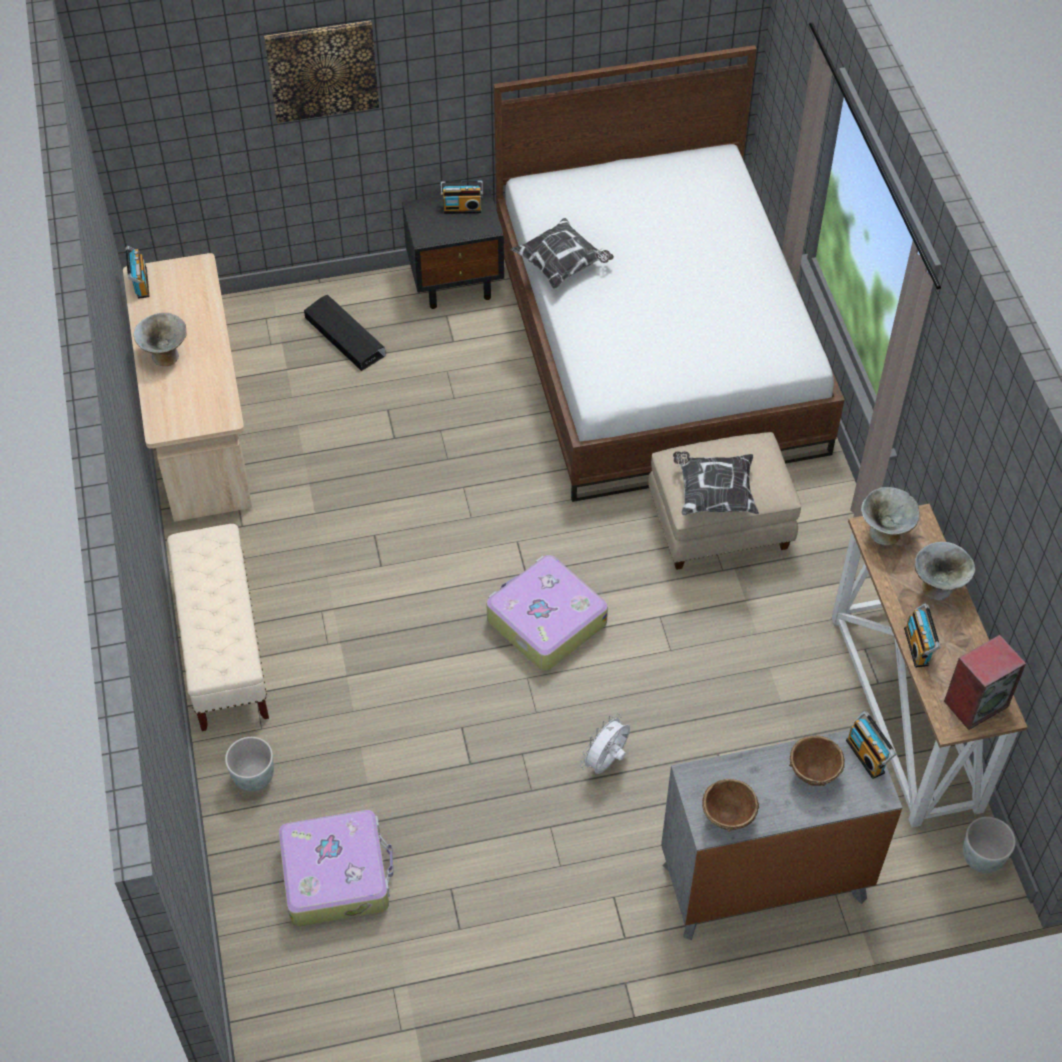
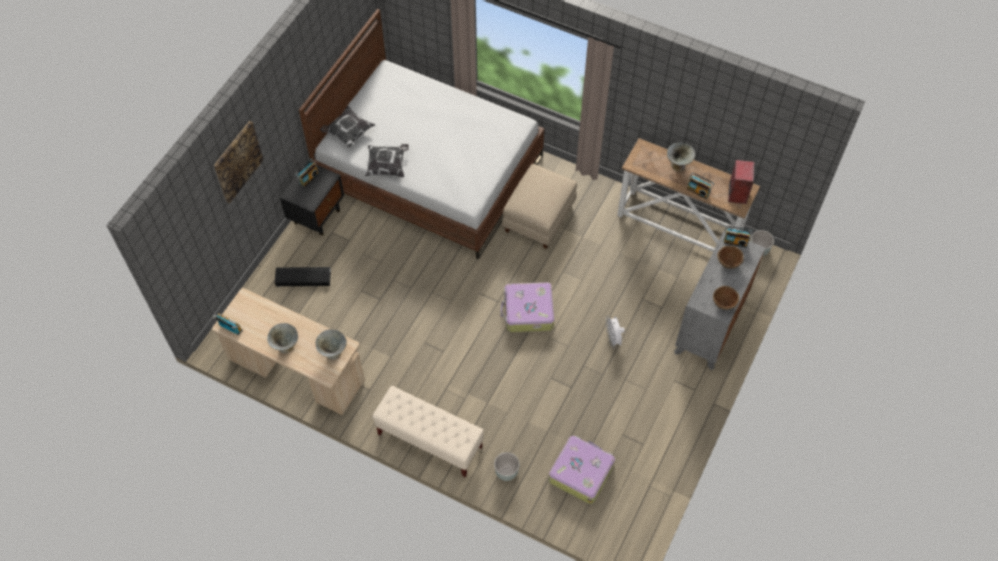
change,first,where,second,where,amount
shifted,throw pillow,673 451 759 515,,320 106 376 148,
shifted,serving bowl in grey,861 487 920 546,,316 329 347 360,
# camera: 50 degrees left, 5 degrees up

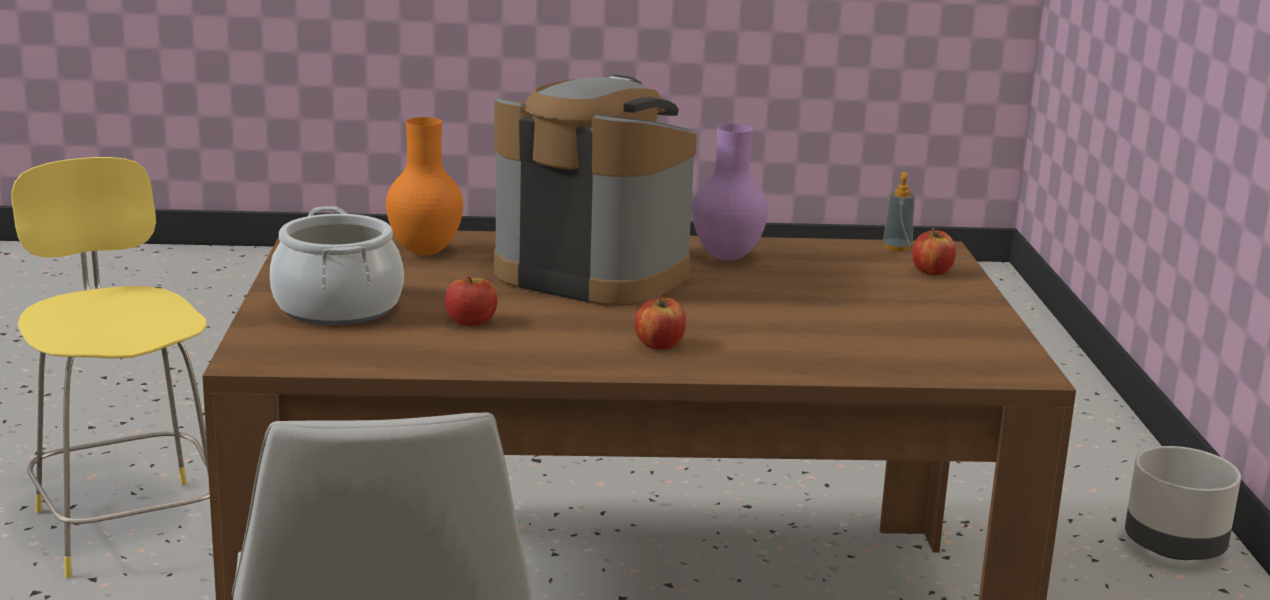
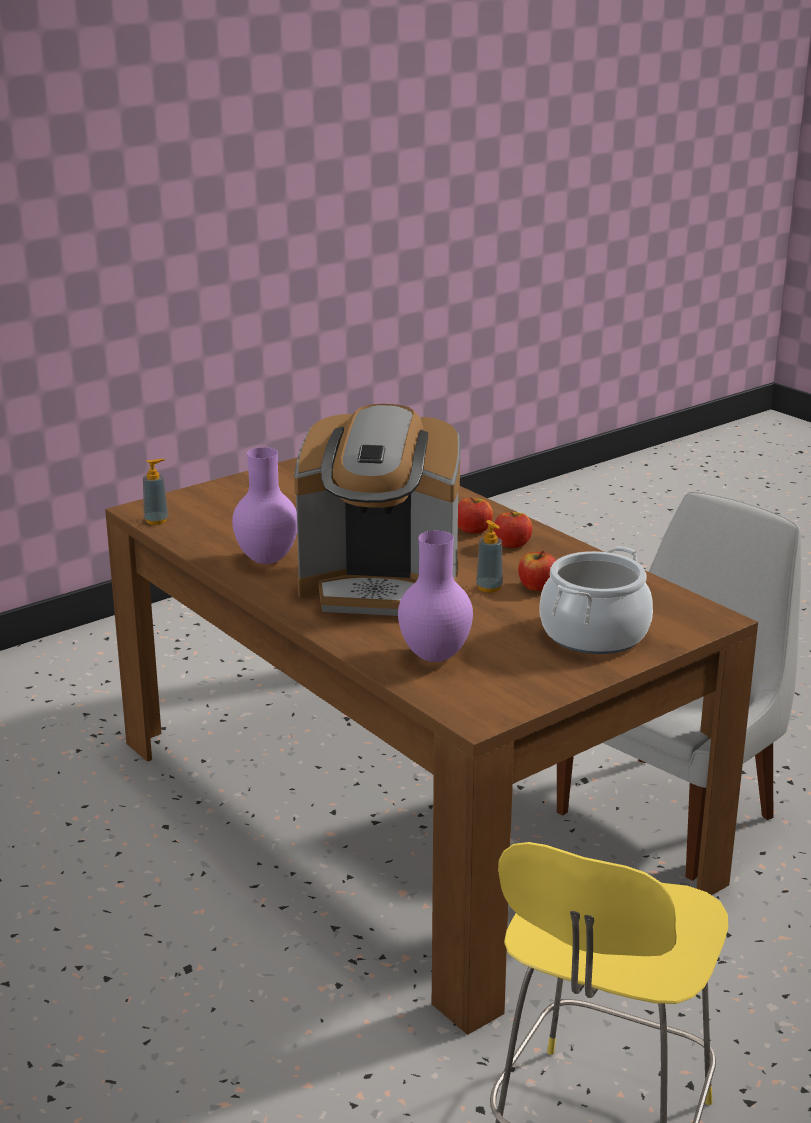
change,first,where,second,where,amount
gone,planter in grey,1125 446 1241 560,,,
new,,,liquid soap bottle,476 520 503 592,
shifted,apple,912 228 956 275,,493 512 532 548,
repainted,decorative vase in orange-coloured,386 117 463 256,decorative vase in purplish,398 530 473 662,
rotated,coffee machine,494 75 697 306,,294 404 461 616,75 degrees counterclockwise
# camera: 125 degrees left, 5 degrees up

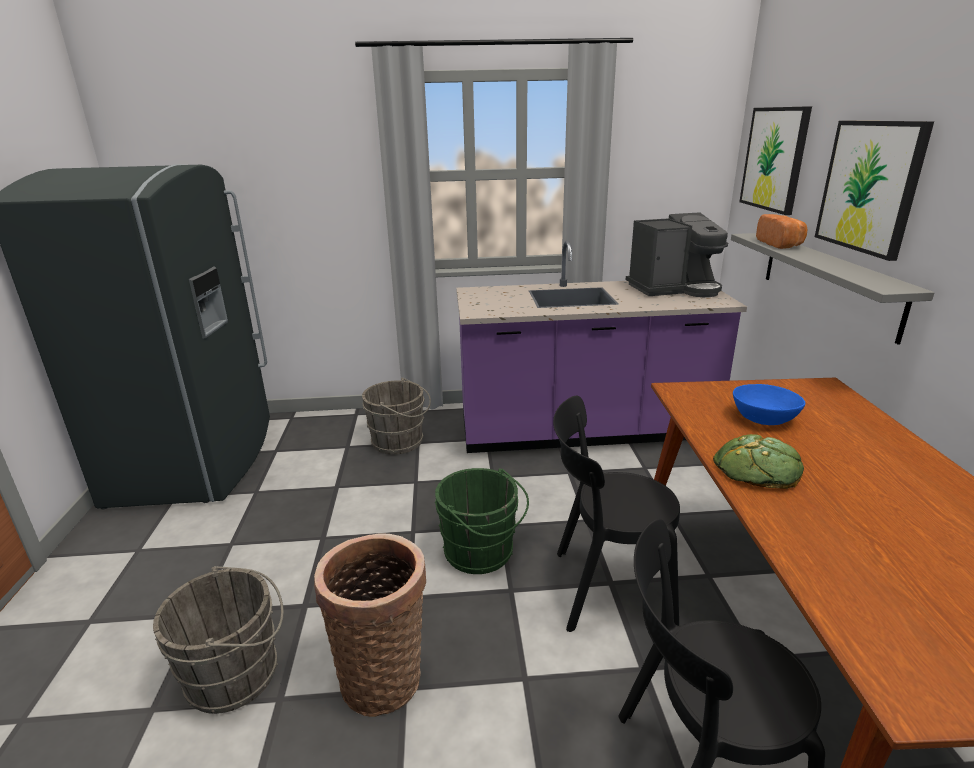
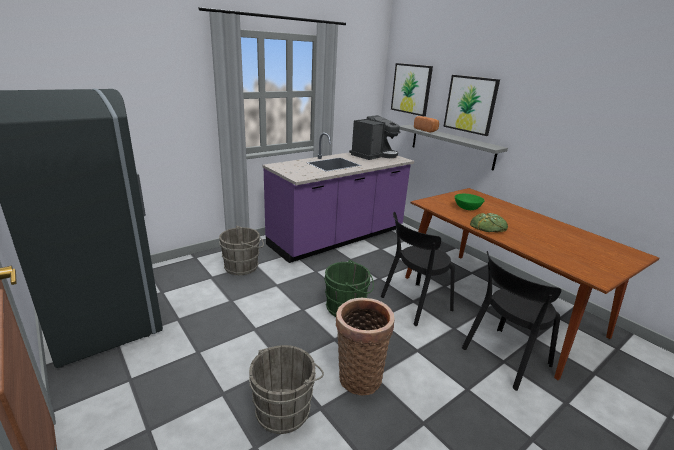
change,first,where,second,where,amount
repainted,serving bowl in blue-coloured,733 384 805 425,serving bowl in green-coloured,455 194 485 210,
# camera: 35 degrees left, 0 degrees up

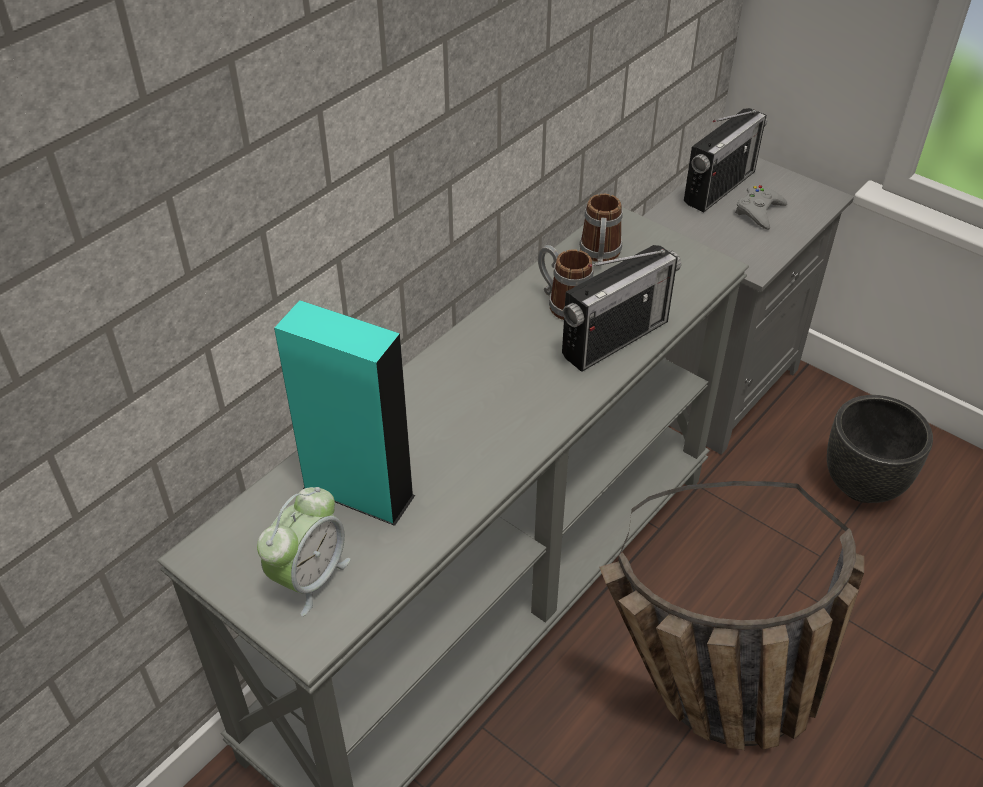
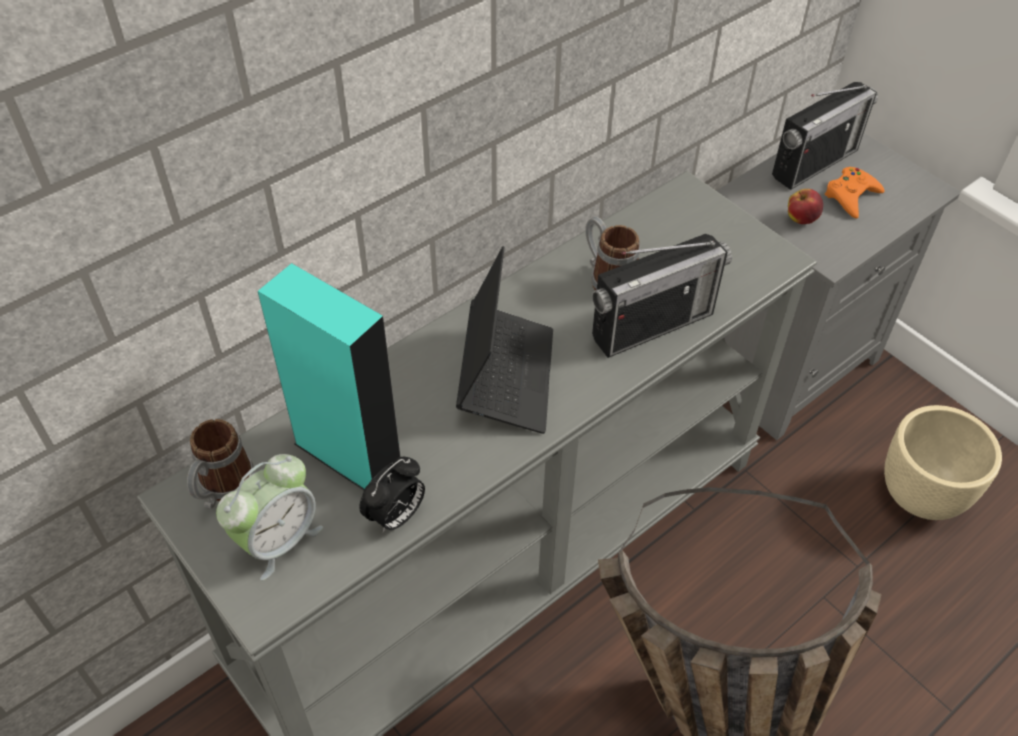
change,first,where,second,where,amount
new,,,table clock,359 457 425 533,
new,,,notebook computer,456 246 553 434,
new,,,apple,788 189 823 224,
shifted,coffee mug,579 194 623 263,,187 419 255 509,
repainted,game controller in grey,735 185 787 230,game controller in orange-coloured,825 167 885 219,
repainted,planter in blackish,827 395 933 503,planter in beige,884 405 1002 520,
# camera: 10 degrees right, 5 degrees up

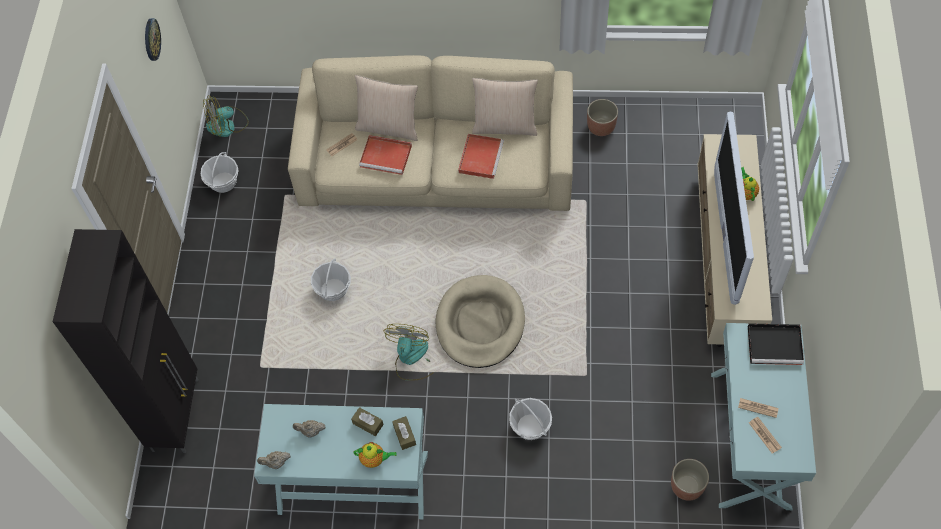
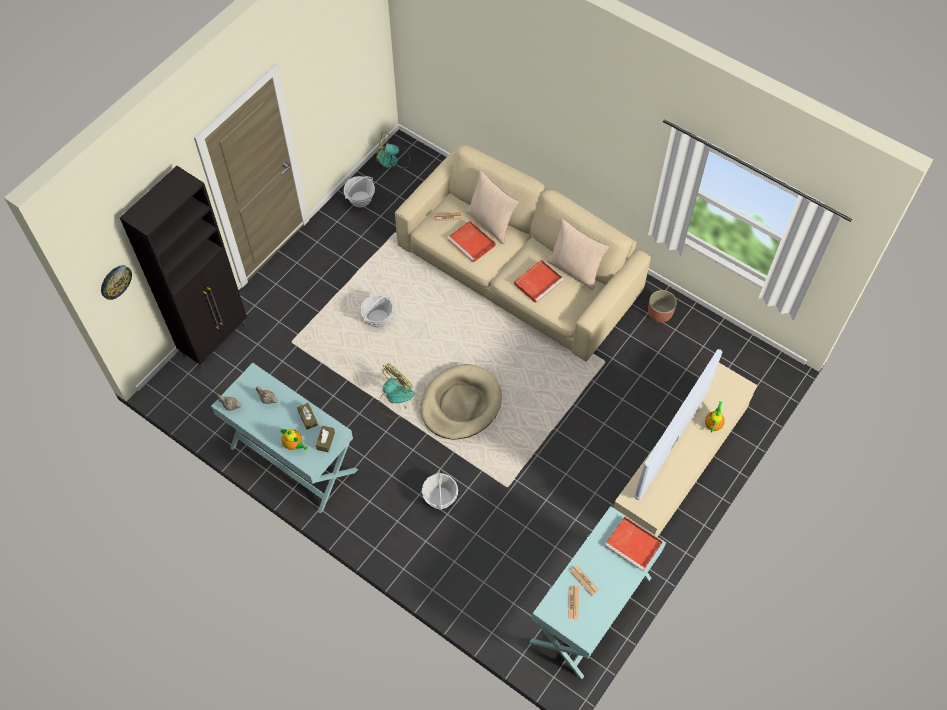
change,first,where,second,where,amount
gone,planter,671 459 709 501,,,
shifted,hanging clock,145 18 161 61,,101 265 132 300,
repainted,tray in blackish,748 323 804 365,tray in red-coloured,605 517 663 571,
# camera: 30 degrees right, 0 degrees up

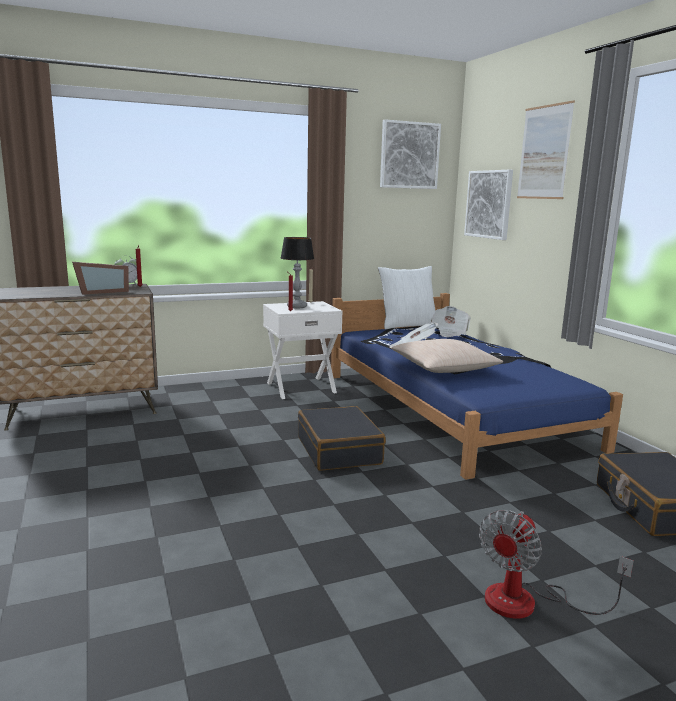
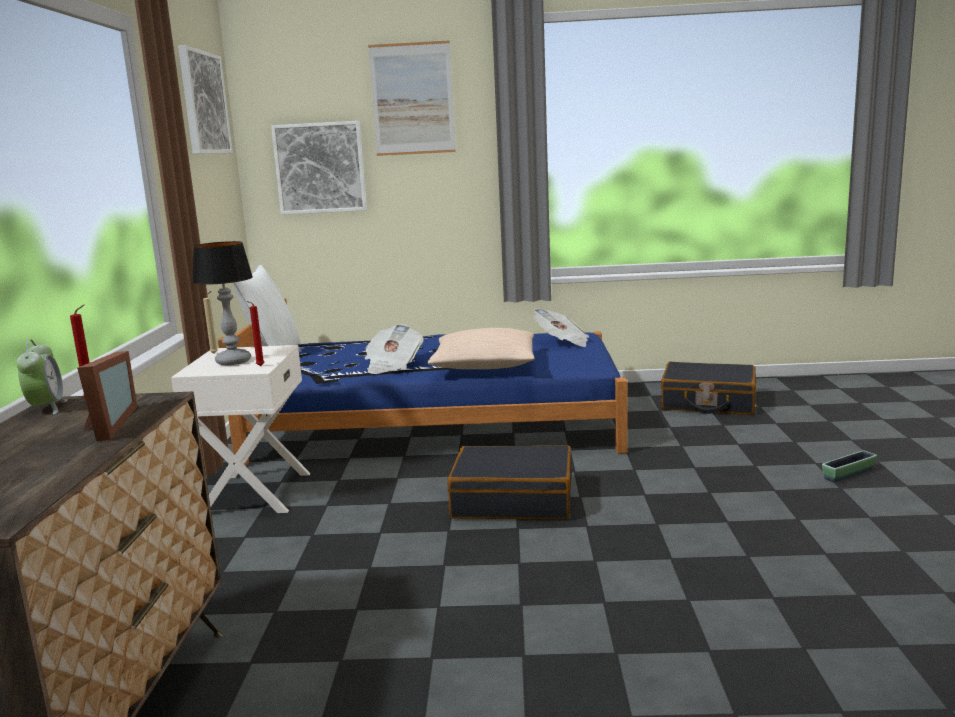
change,first,where,second,where,amount
shifted,newspaper,431 306 471 337,,534 308 589 347,
swapped,cooling fan,479 510 634 619,planter,822 451 877 482,
# camera: 65 degrees left, 0 degrees up

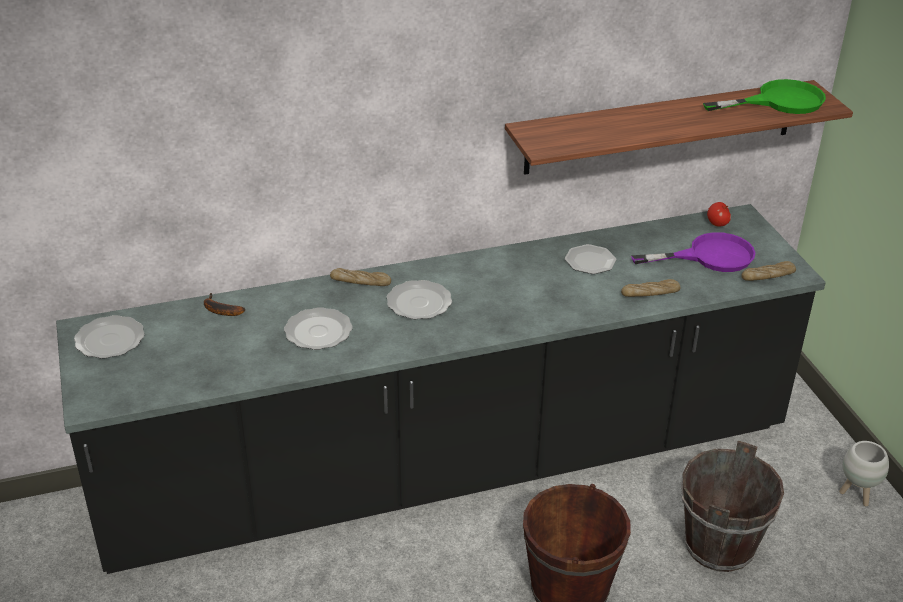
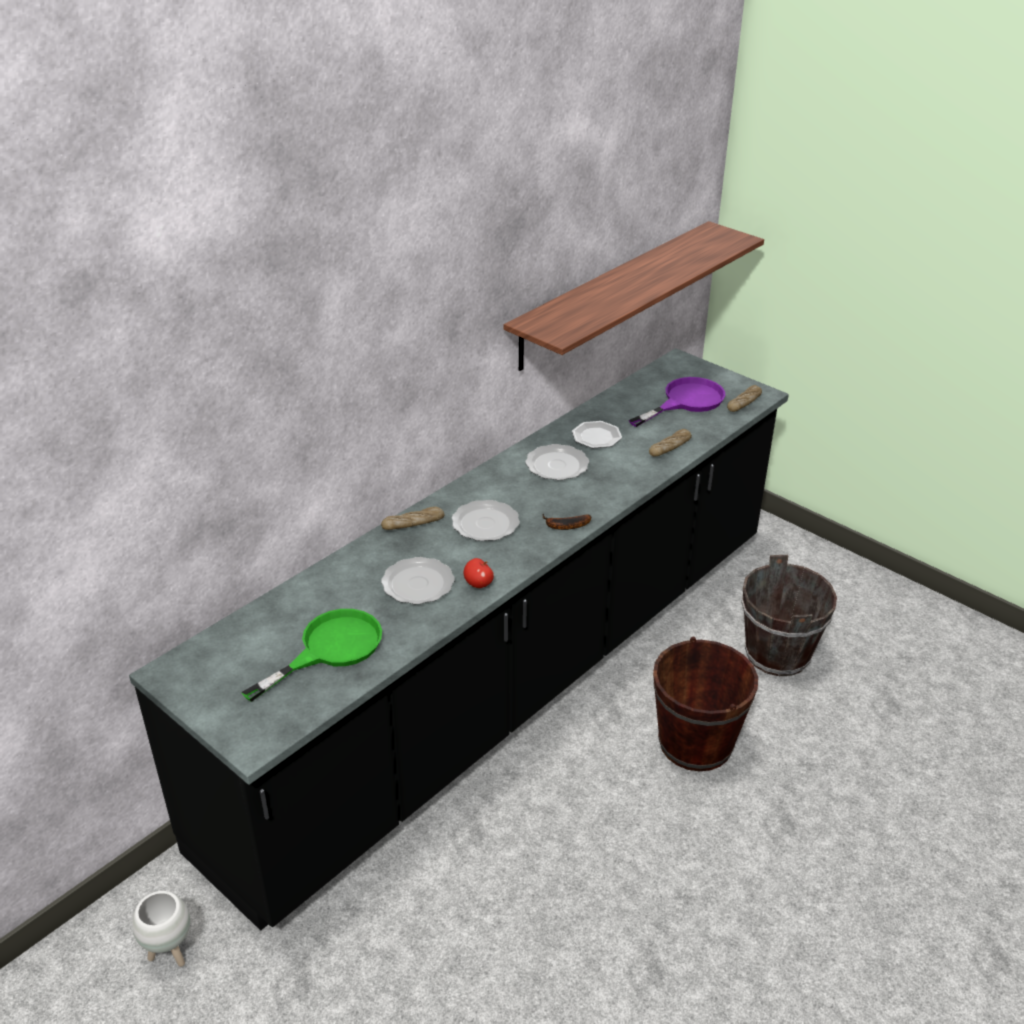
change,first,where,second,where,amount
shifted,dinner plate,74 315 145 358,,525 444 589 480,
shifted,banana fruit,204 293 245 316,,543 514 591 530,
shifted,frying pan in green-coloured,703 79 826 114,,241 609 382 702,
shifted,apple,707 202 731 227,,464 558 494 588,
shifted,planter in whitish,839 441 889 506,,132 891 190 967,
# camera: 30 degrees left, 0 degrees up

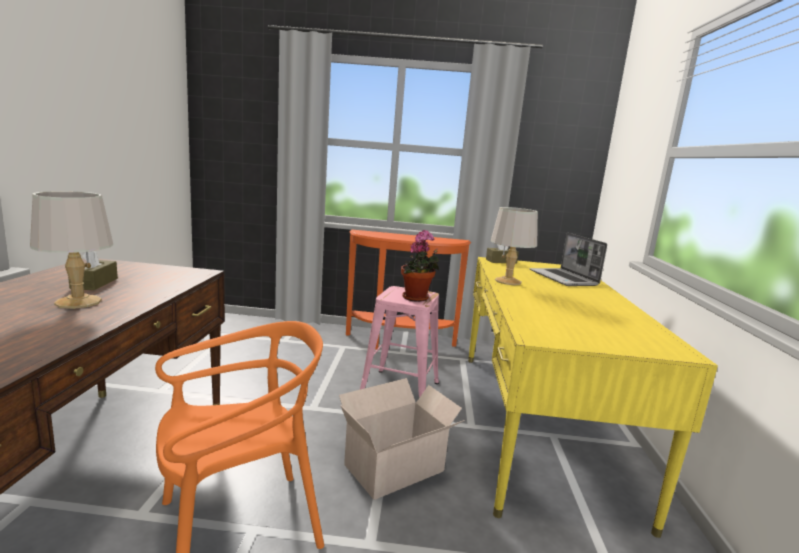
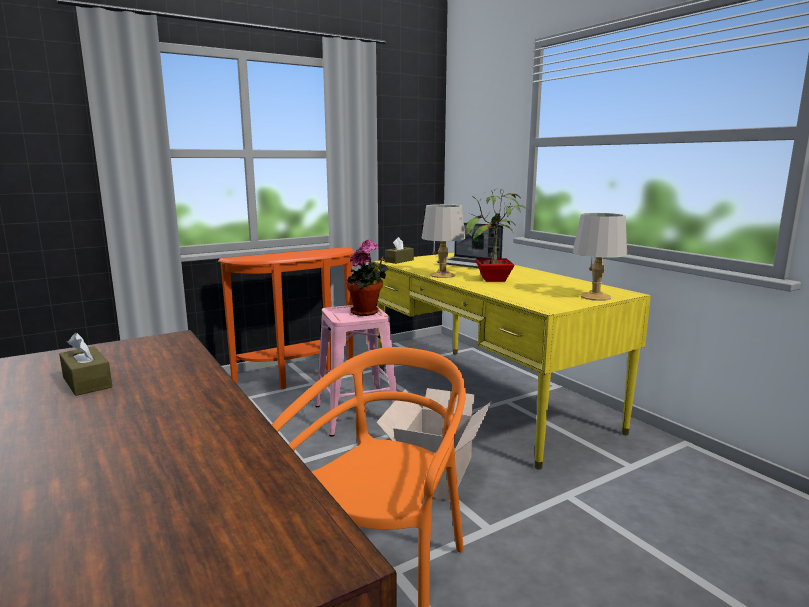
change,first,where,second,where,amount
new,,,houseplant,465 190 529 282,
shifted,table lamp in grey,30 191 113 309,,573 213 627 301,
# camera: 35 degrees left, 0 degrees up

